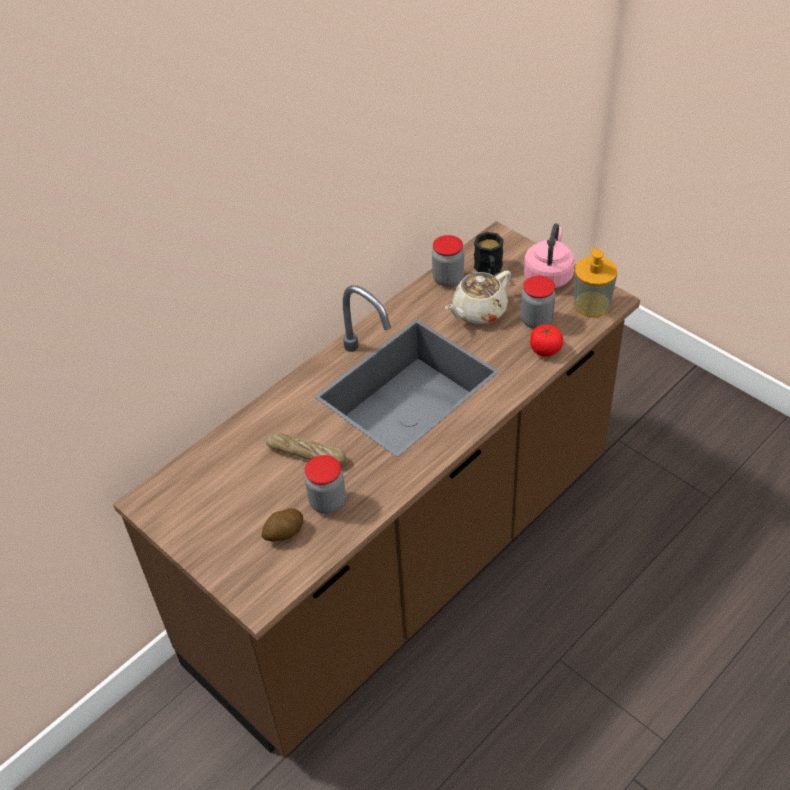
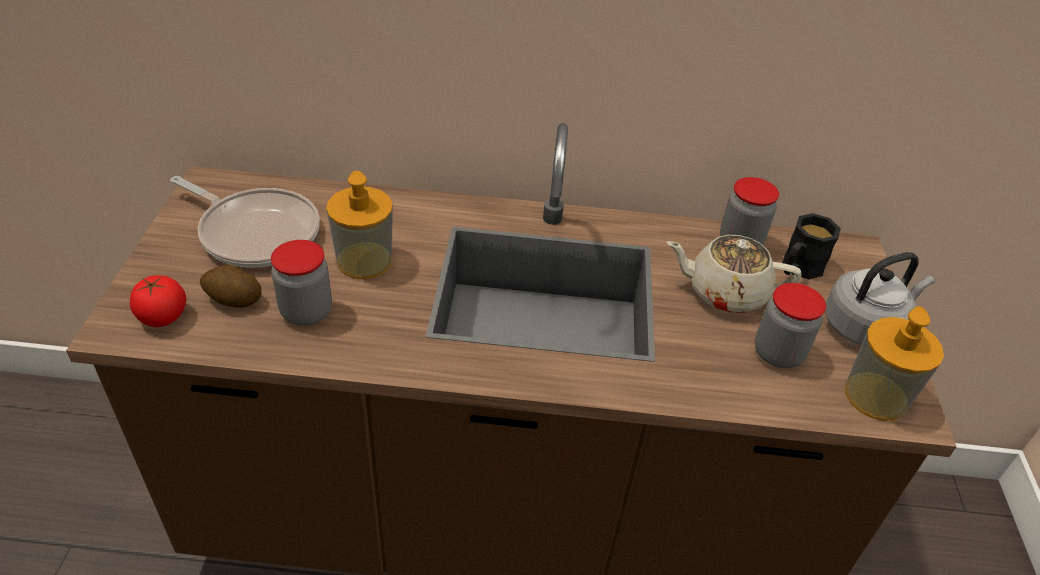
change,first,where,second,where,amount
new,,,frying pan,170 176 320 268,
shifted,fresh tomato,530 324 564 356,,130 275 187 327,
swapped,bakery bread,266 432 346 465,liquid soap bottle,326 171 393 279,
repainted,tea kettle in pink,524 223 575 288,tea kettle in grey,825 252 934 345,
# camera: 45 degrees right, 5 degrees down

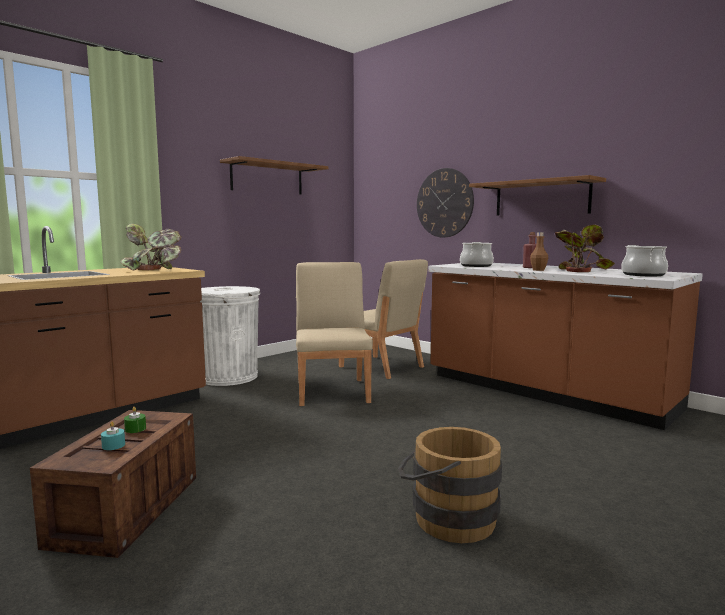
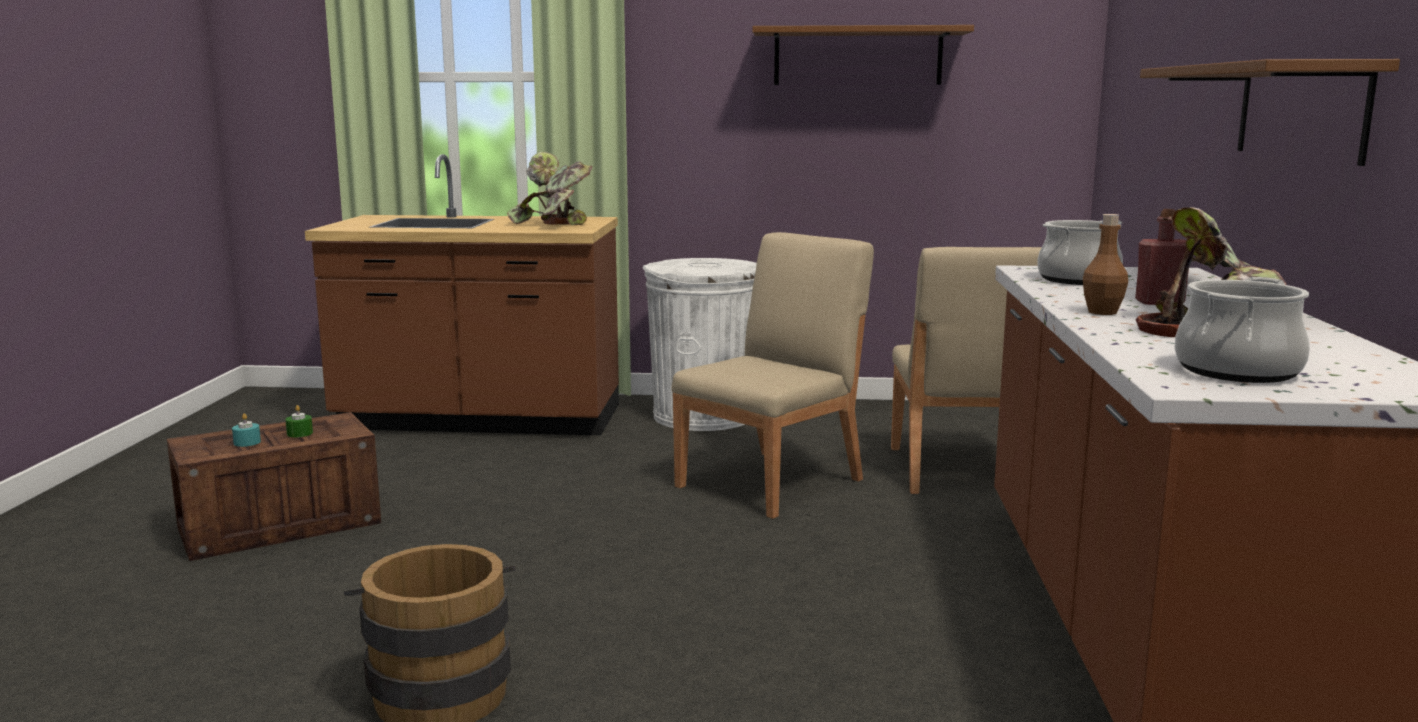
change,first,where,second,where,amount
gone,hanging clock,417 168 474 238,,,
# camera: 50 degrees right, 5 degrees up

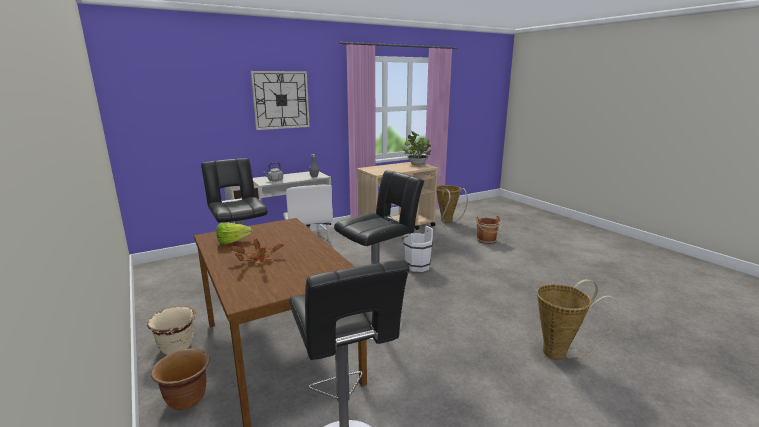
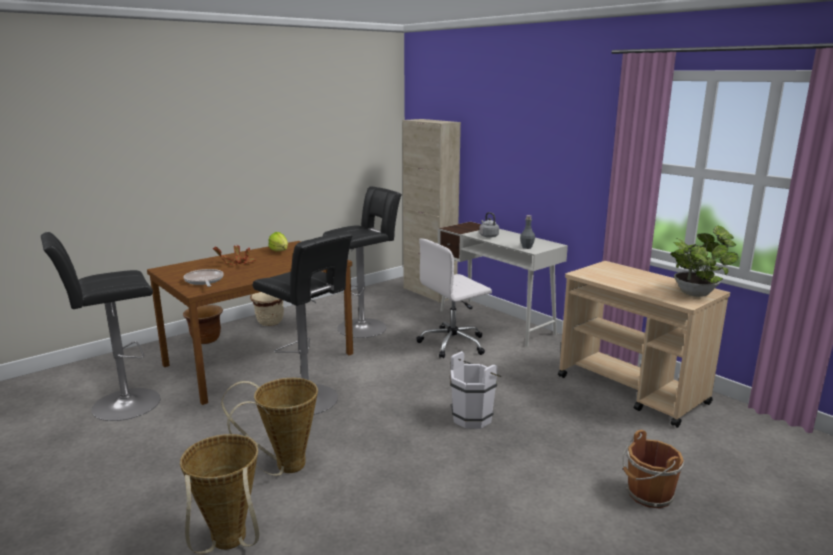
change,first,where,second,where,amount
gone,hanging clock,251 71 310 130,,,
new,,,frying pan,184 269 224 287,
new,,,cabinet in beige,402 119 461 303,
shifted,household basket,436 185 468 223,,221 378 318 476,
# camera: 80 degrees right, 0 degrees up

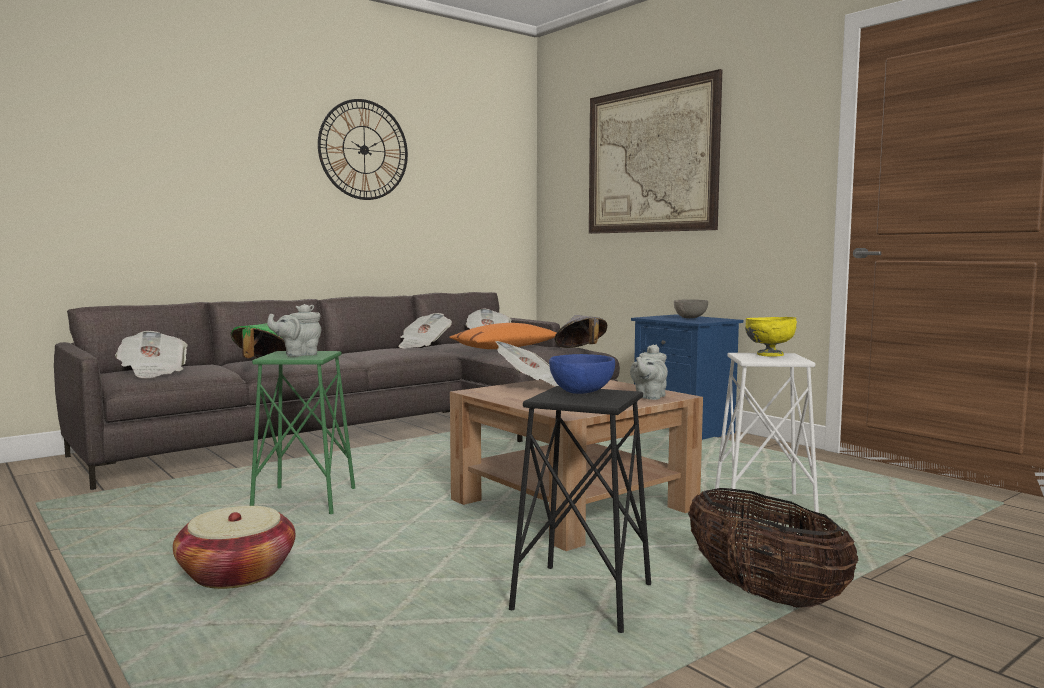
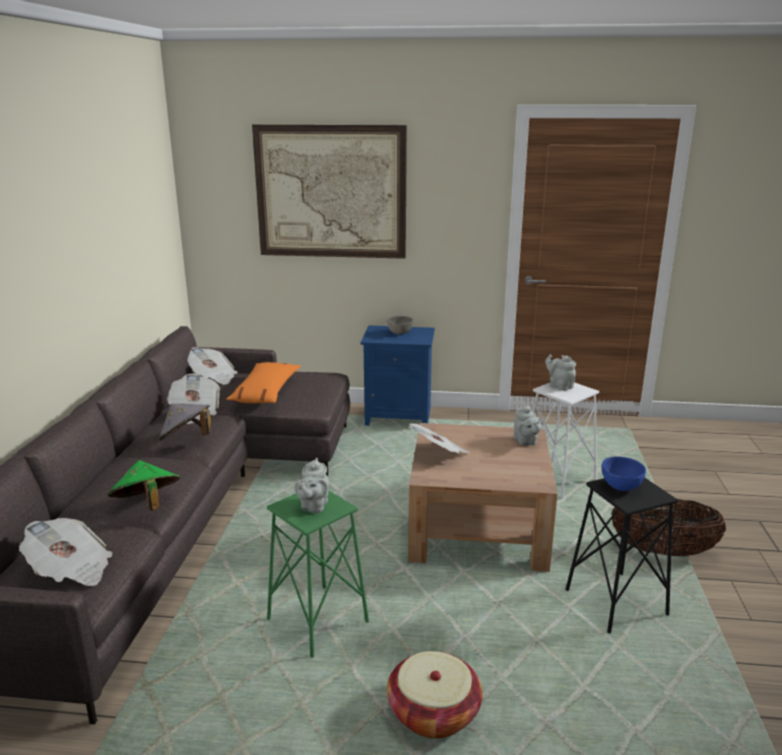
change,first,where,second,where,amount
gone,hanging clock,318 99 408 200,,,
shifted,hat in grey,555 315 607 348,,159 403 211 441,
swapped,serving bowl in yellowish,745 317 797 357,tea pot in grey,545 355 576 391,
# camera: 45 degrees left, 15 degrees up

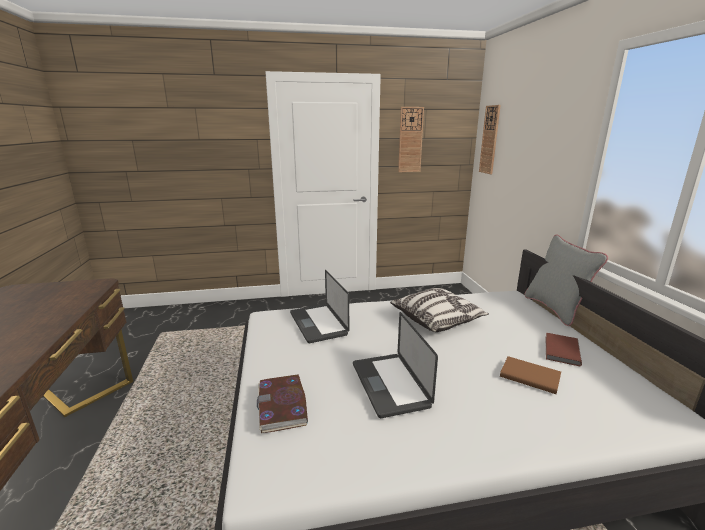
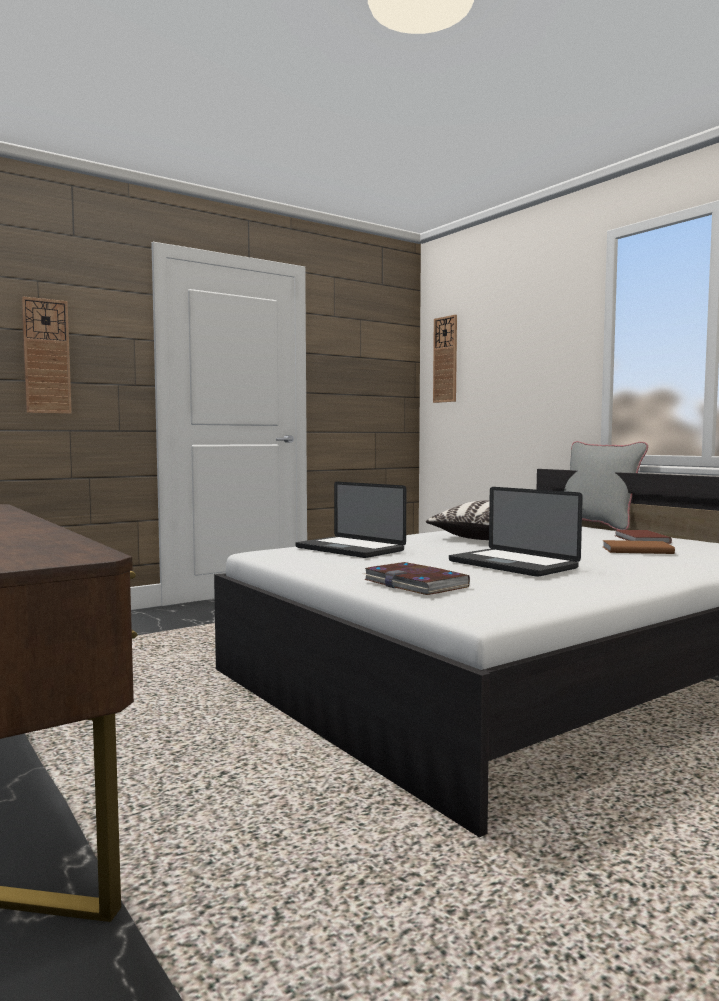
change,first,where,second,where,amount
shifted,hanging clock,398 107 424 172,,22 296 72 414,
# camera: 25 degrees left, 15 degrees down

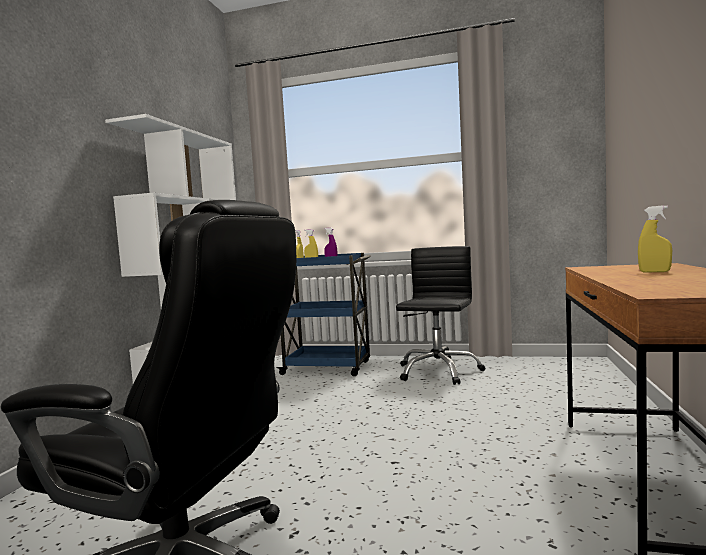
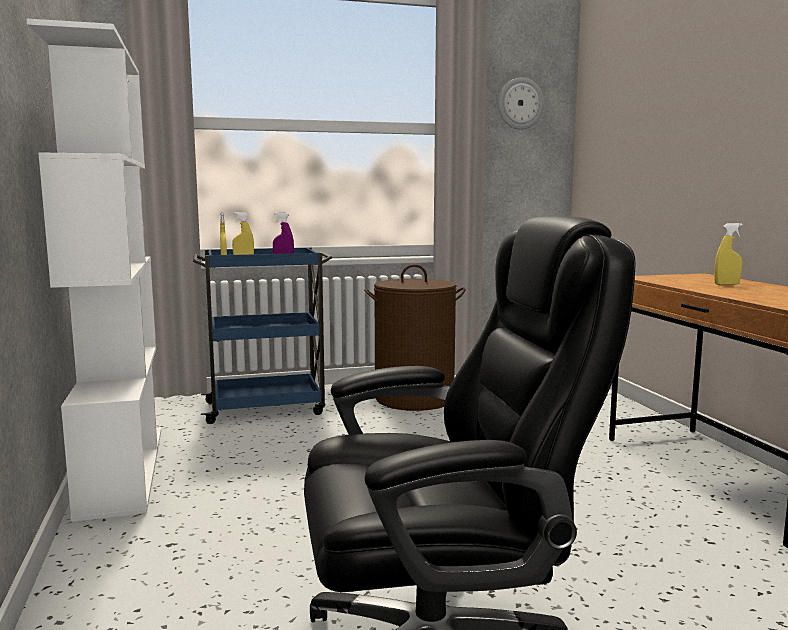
change,first,where,second,where,amount
new,,,hanging clock,498 77 544 130,
swapped,desk chair in blackish,396 246 485 385,washing basket in brown-coloured,364 264 466 411,
# camera: 30 degrees left, 5 degrees up

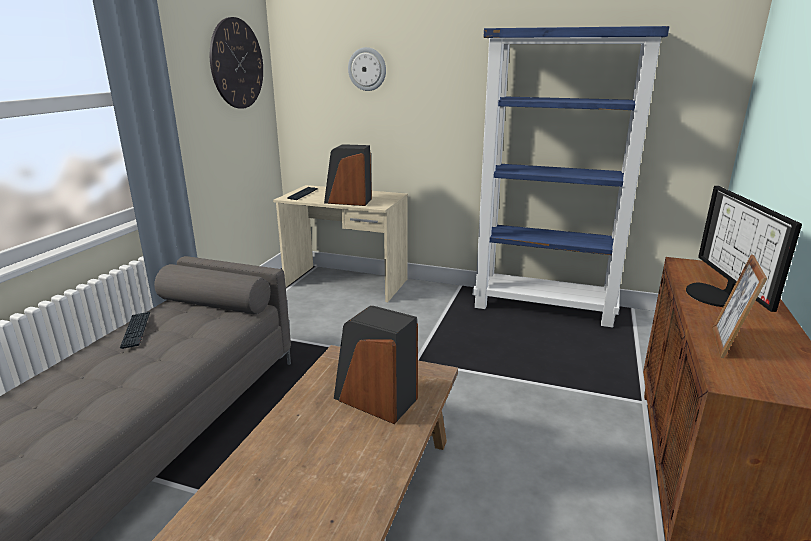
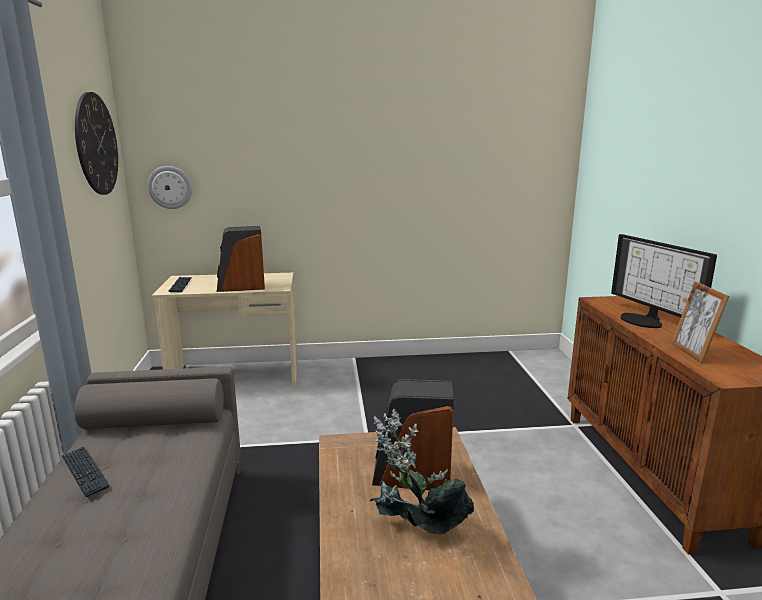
change,first,where,second,where,amount
gone,bookcase in blue-coloured,473 26 669 328,,,
new,,,houseplant,369 409 474 535,
shifted,hanging clock,348 47 386 91,,148 166 192 209,
# camera: 25 degrees left, 5 degrees down

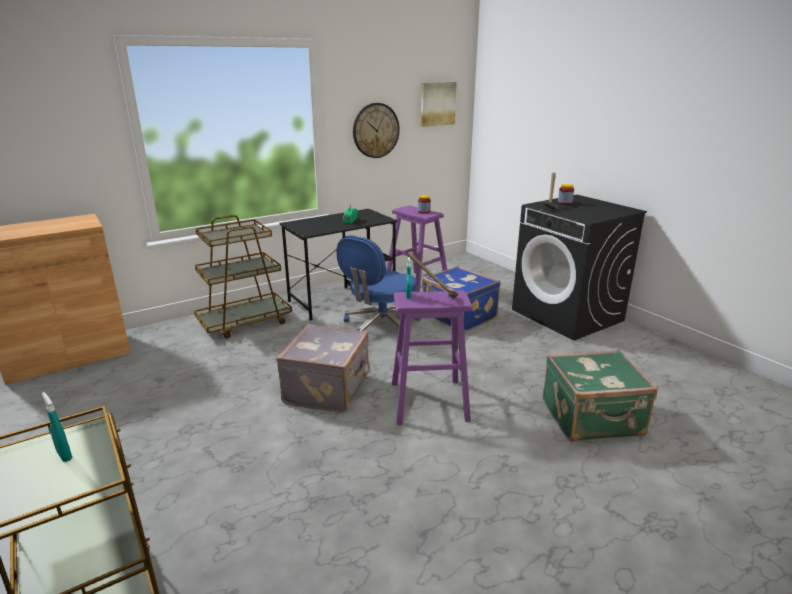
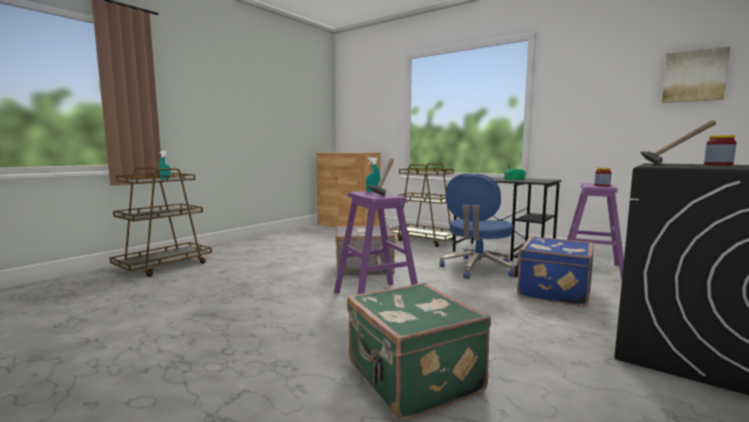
change,first,where,second,where,amount
gone,hanging clock,353 103 400 158,,,
rotated,desk chair in blue-coloured,336 235 421 331,,440 173 515 279,75 degrees counterclockwise
# camera: 70 degrees right, 15 degrees down

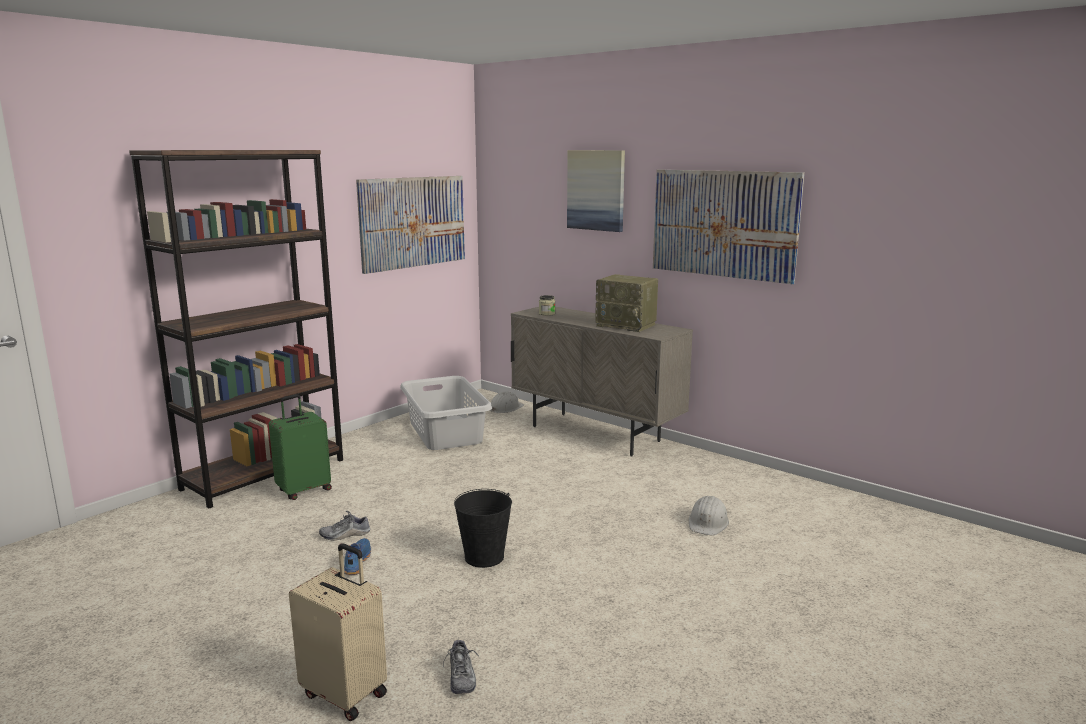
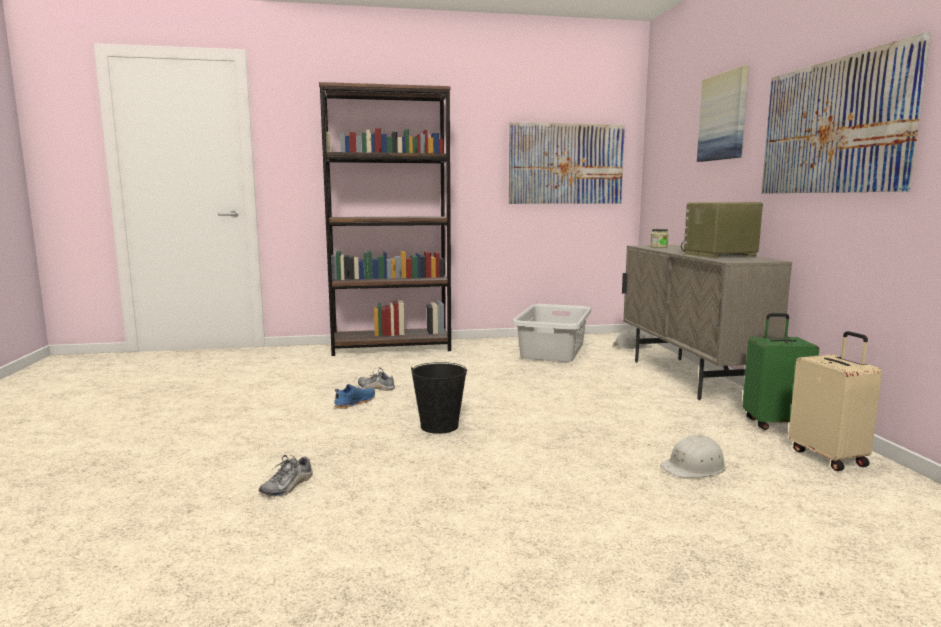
change,first,where,second,where,amount
shifted,suitcase in green-coloured,269 394 332 500,,742 313 819 430,
shifted,suitcase in beige,289 543 387 721,,789 331 882 471,
rotated,radio,595 274 658 332,,681 202 763 258,90 degrees clockwise
# camera: 40 degrees right, 5 degrees down

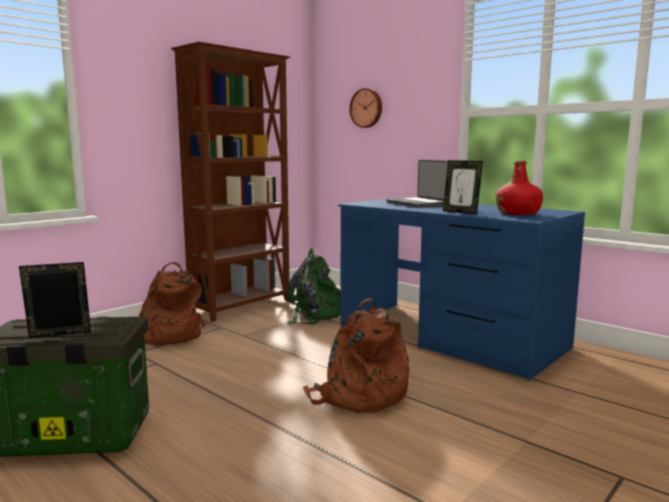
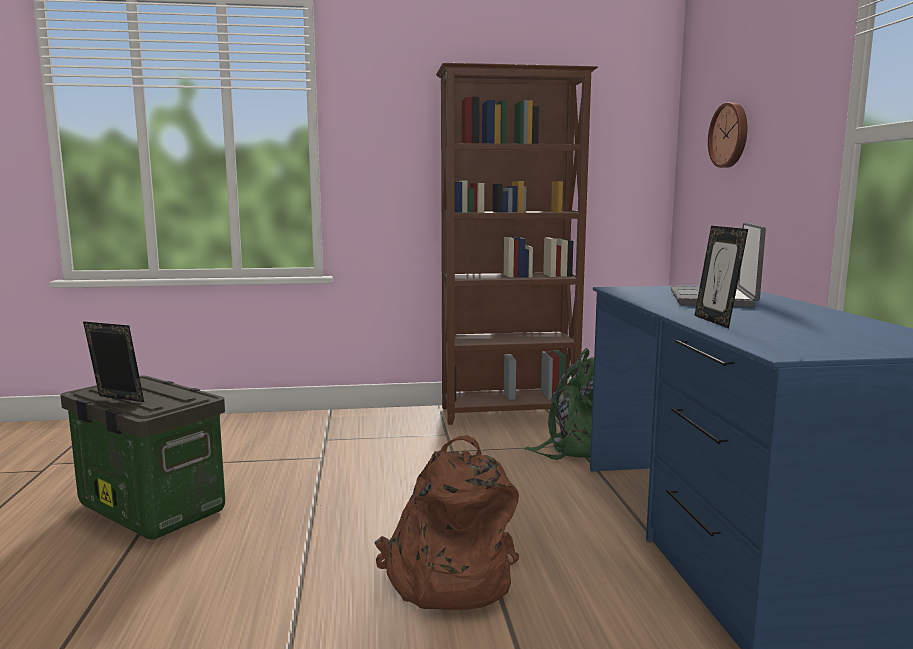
change,first,where,second,where,amount
gone,knapsack in brown-coloured,138 262 205 345,,,
gone,beverage bottle in red-coloured,496 161 543 215,,,
# camera: 40 degrees right, 0 degrees up

